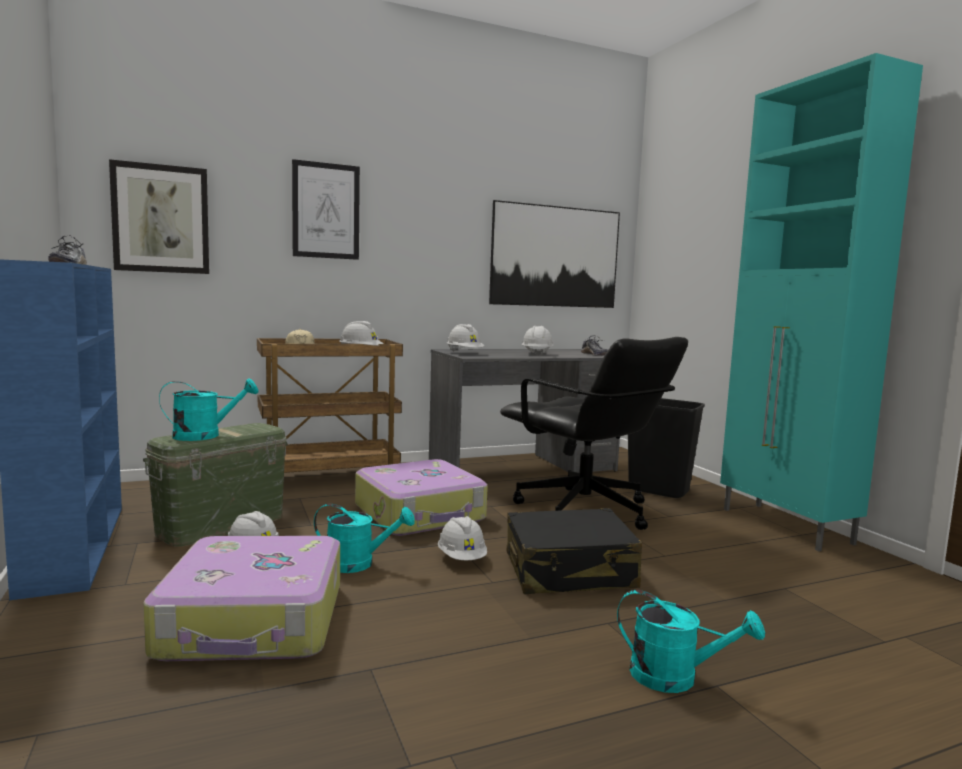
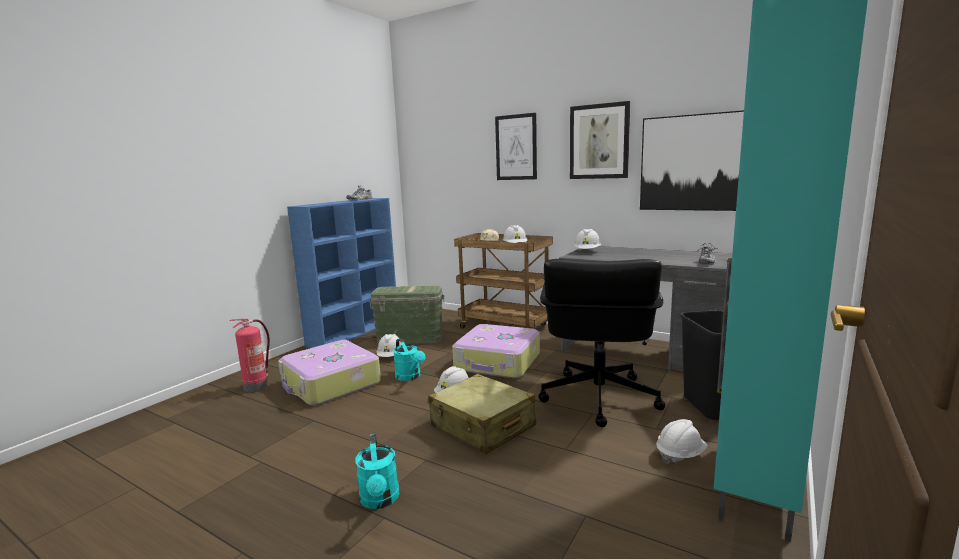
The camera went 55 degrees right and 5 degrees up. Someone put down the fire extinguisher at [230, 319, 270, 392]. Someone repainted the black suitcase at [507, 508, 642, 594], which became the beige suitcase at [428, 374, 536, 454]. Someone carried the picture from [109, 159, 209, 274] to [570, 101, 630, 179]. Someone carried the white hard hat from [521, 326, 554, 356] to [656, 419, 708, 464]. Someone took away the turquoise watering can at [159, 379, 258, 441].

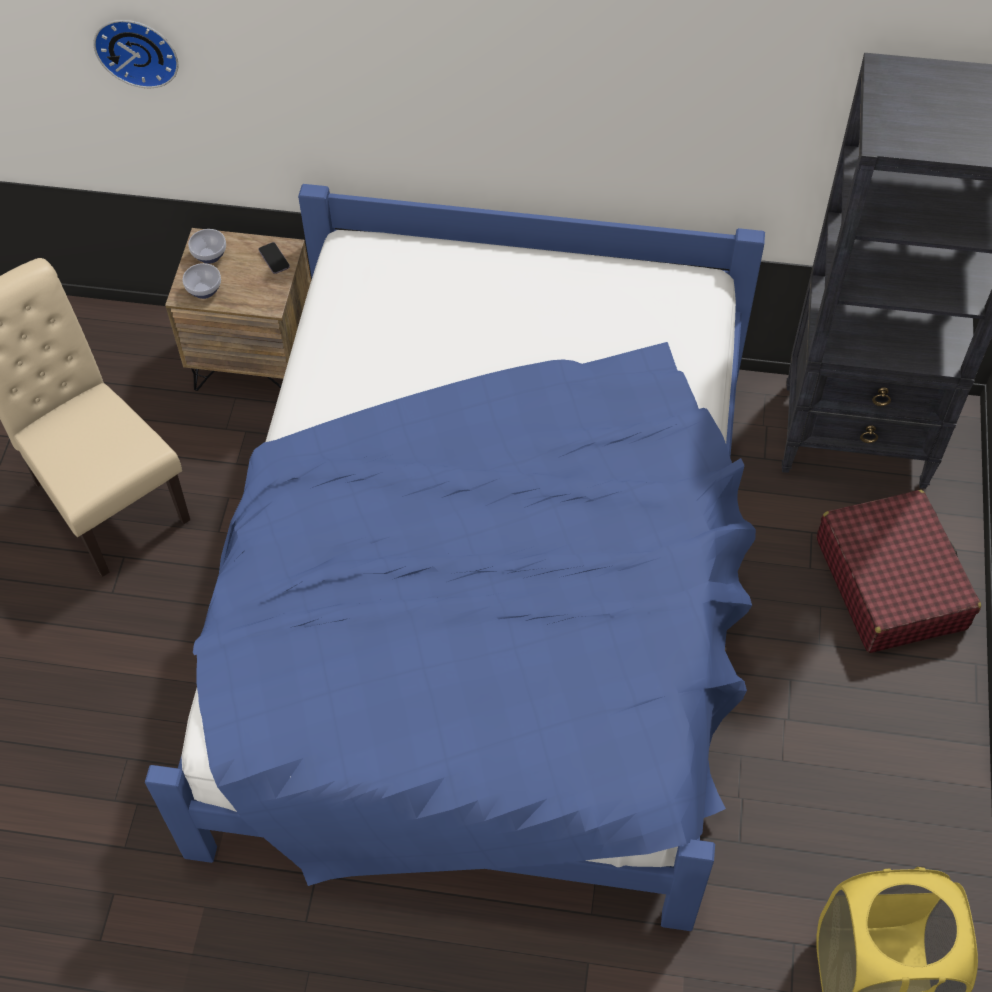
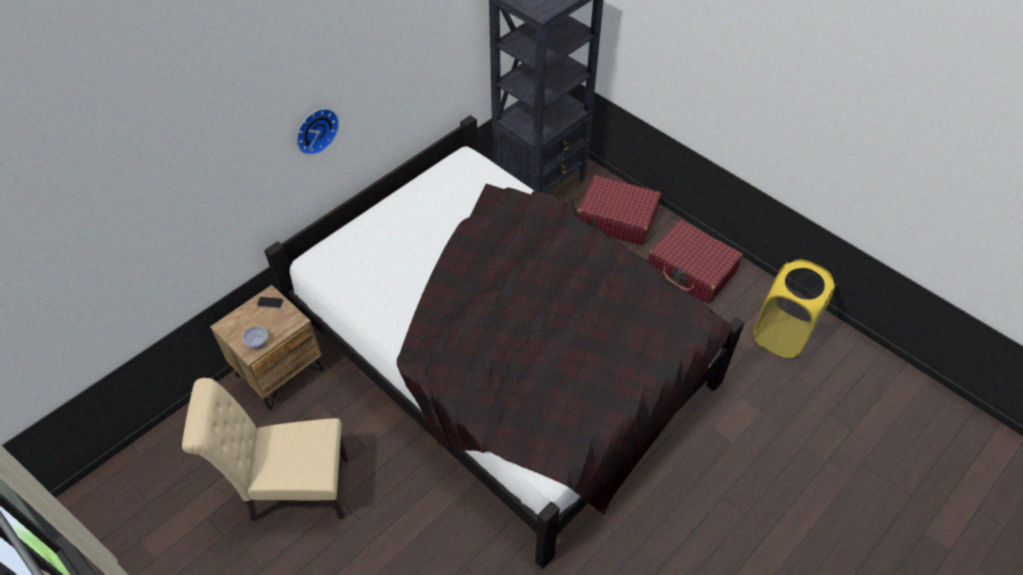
The camera went 55 degrees left and 5 degrees down. Someone repainted the blue bed at [145, 184, 765, 931], which became the black bed at [264, 115, 744, 569]. Someone carried the wall clock from [93, 20, 178, 88] to [296, 109, 339, 155]. Someone put down the red suitcase at [648, 220, 742, 304]. Someone took away the bowl at [188, 229, 226, 264].

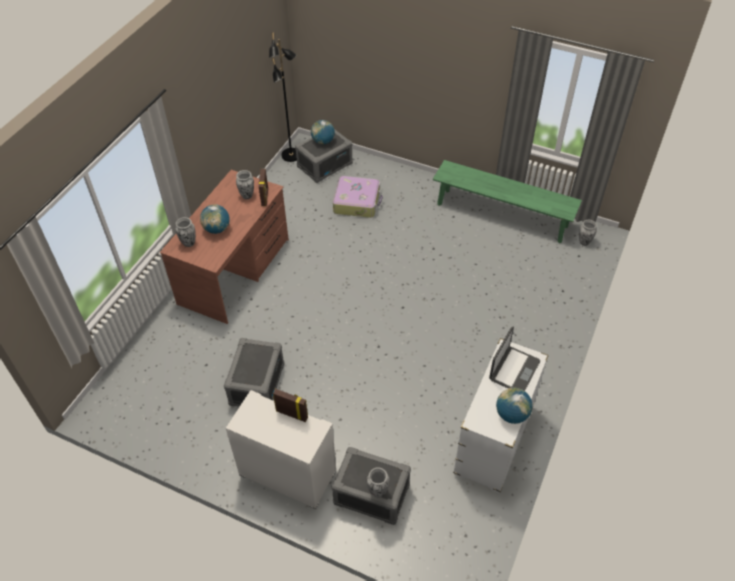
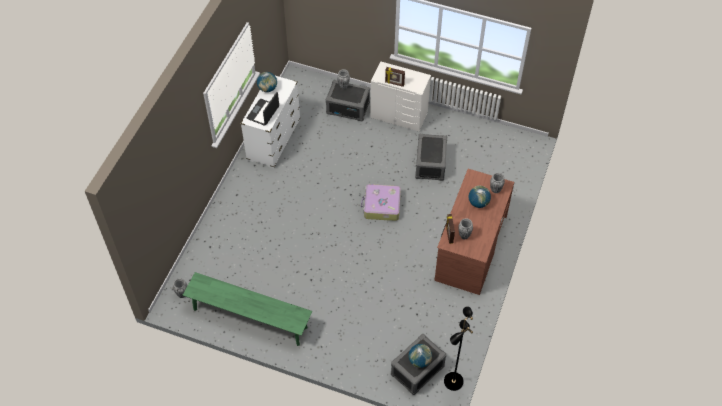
The camera went 175 degrees right and 5 degrees up. Someone carried the suitcase from [333, 176, 383, 218] to [361, 184, 401, 221].

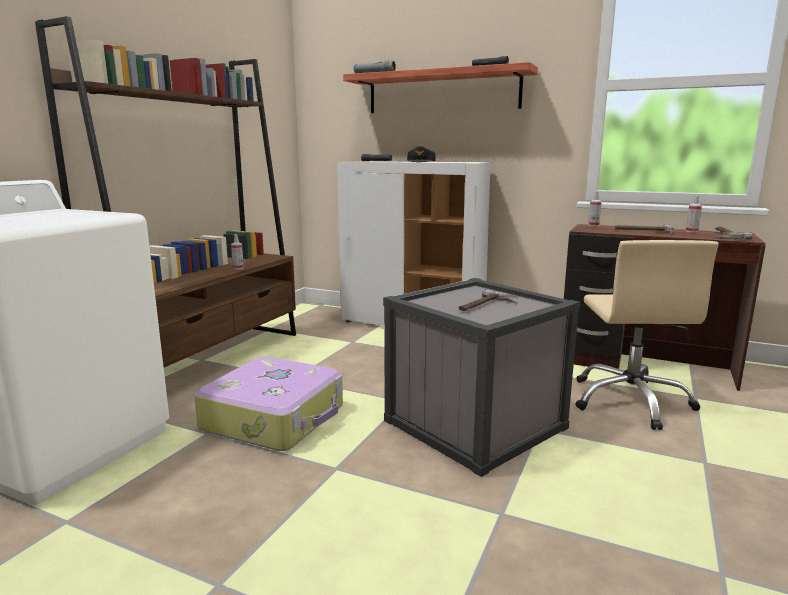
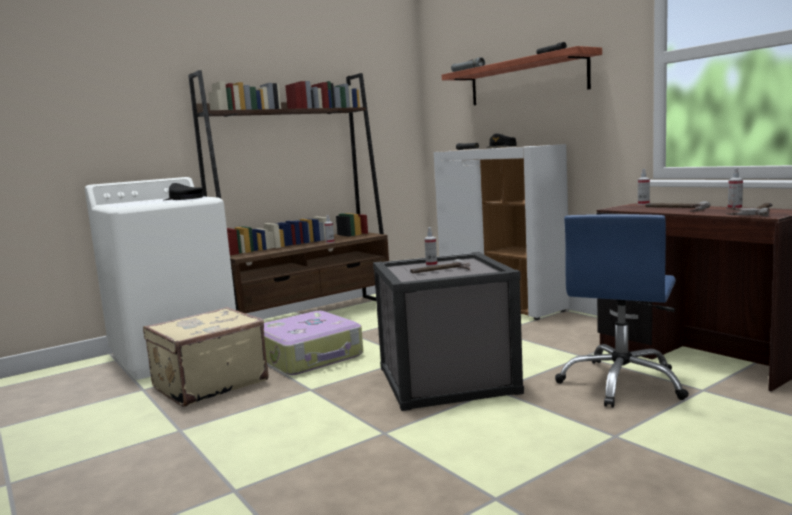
The camera went 30 degrees right and 5 degrees down. Someone put down the beige suitcase at [143, 307, 269, 407]. Someone put down the black cap at [165, 183, 203, 200]. Someone put down the spray bottle at [424, 227, 437, 266]. Someone repainted the beige office chair at [575, 240, 719, 430], which became the blue office chair at [555, 214, 689, 408].

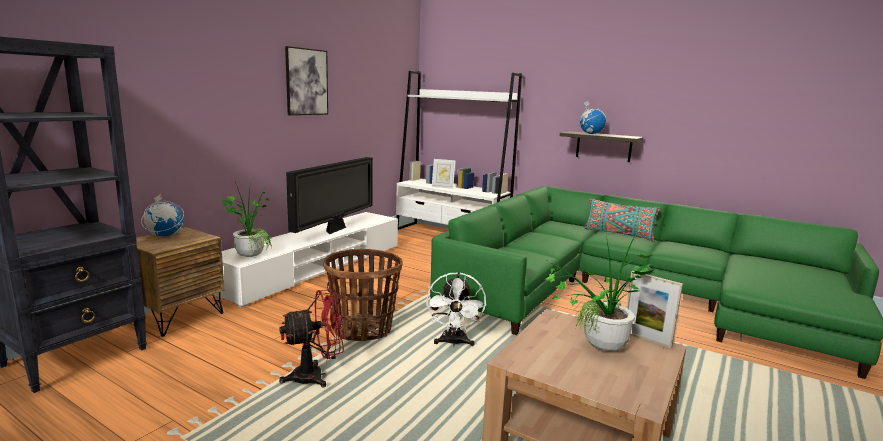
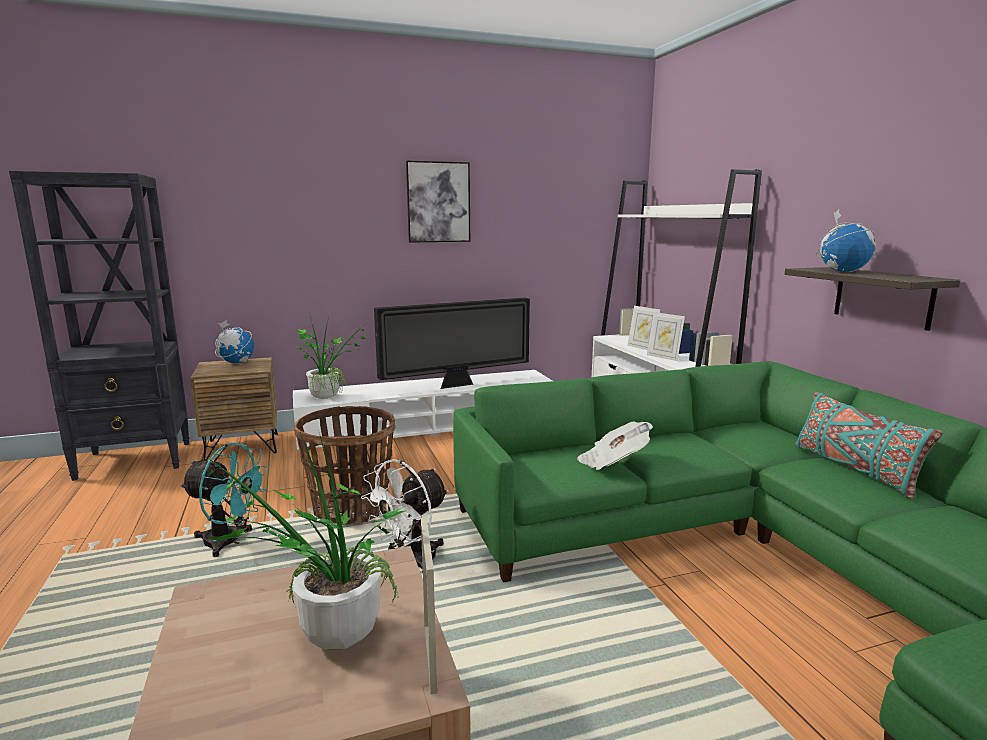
The camera went 40 degrees right and 0 degrees up. Someone repainted the red fan at [279, 289, 345, 388], which became the turquoise fan at [180, 443, 269, 557]. Someone put down the newspaper at [577, 422, 653, 470]. Someone put down the picture frame at [647, 312, 685, 361].

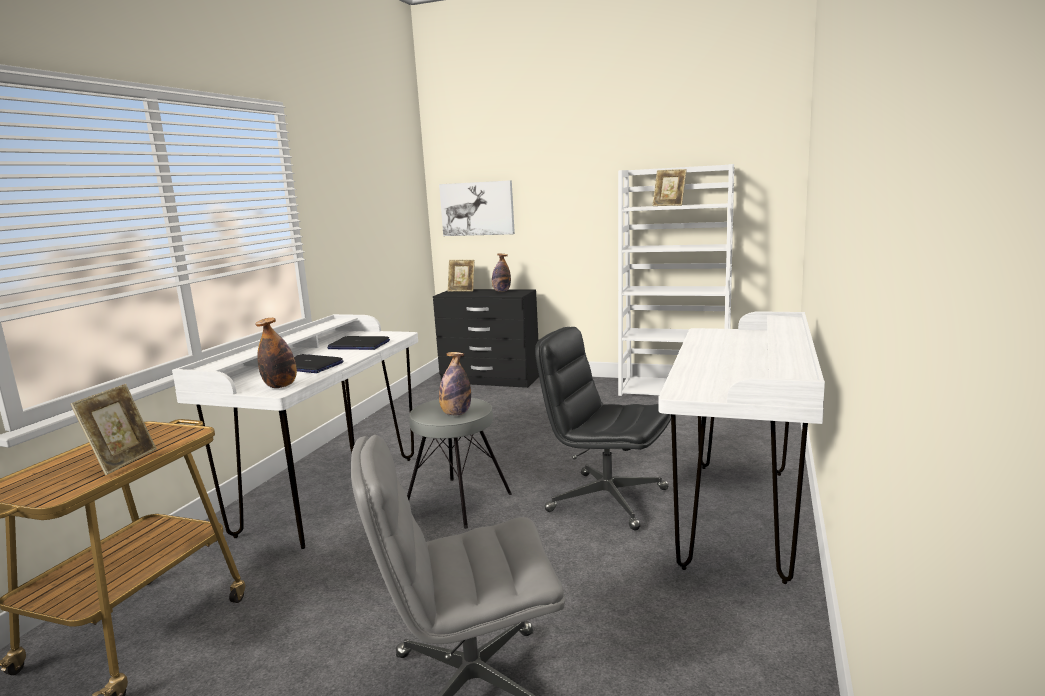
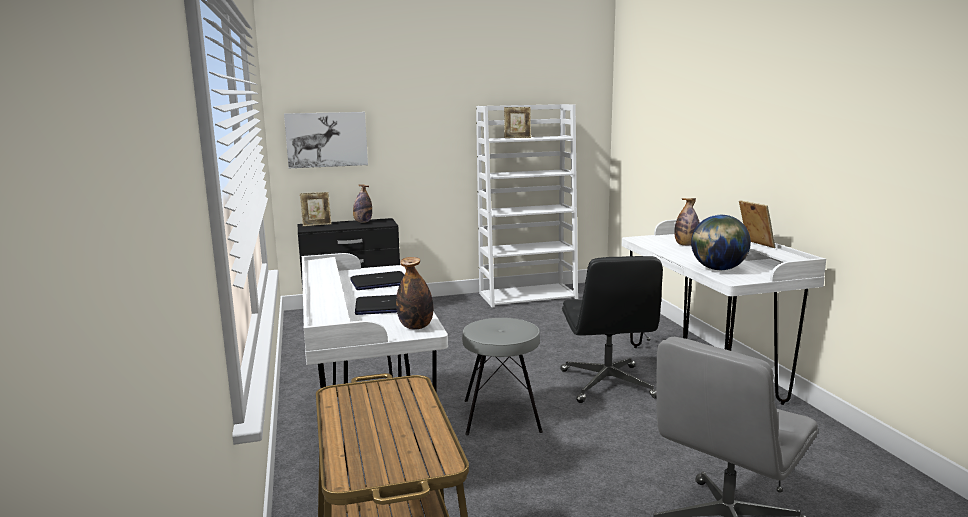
The camera went 35 degrees left and 0 degrees up. Someone rotated the black office chair at [535, 327, 671, 530] by 90 degrees counterclockwise. Someone carried the bottle from [439, 352, 471, 415] to [674, 198, 700, 246]. Someone put down the globe at [691, 215, 751, 270]. Someone carried the picture frame from [71, 384, 157, 475] to [739, 200, 775, 248].

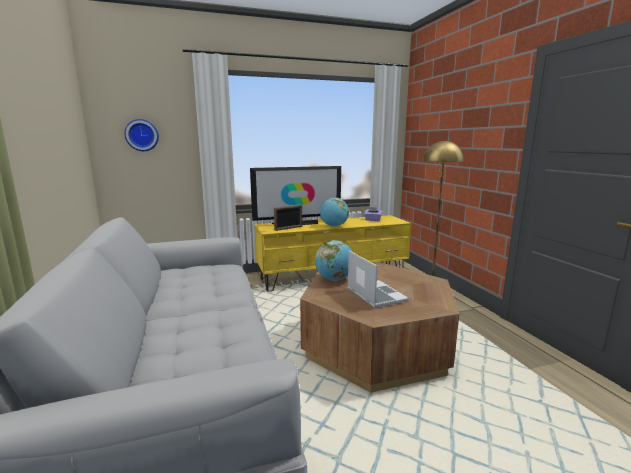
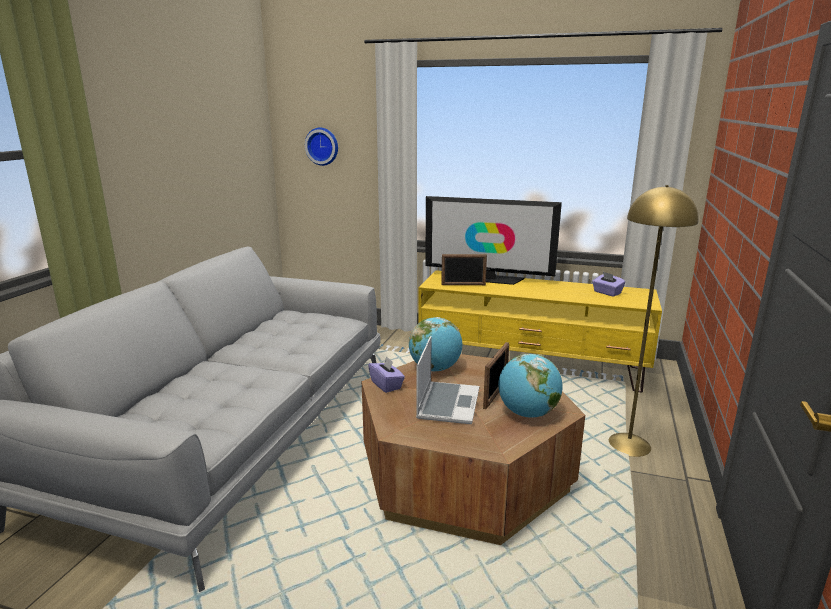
The camera went 35 degrees right and 5 degrees up. Someone put down the purple tissue box at [368, 356, 405, 393]. Someone put down the picture frame at [483, 342, 509, 409]. Someone carried the globe from [320, 198, 349, 227] to [498, 354, 562, 418].

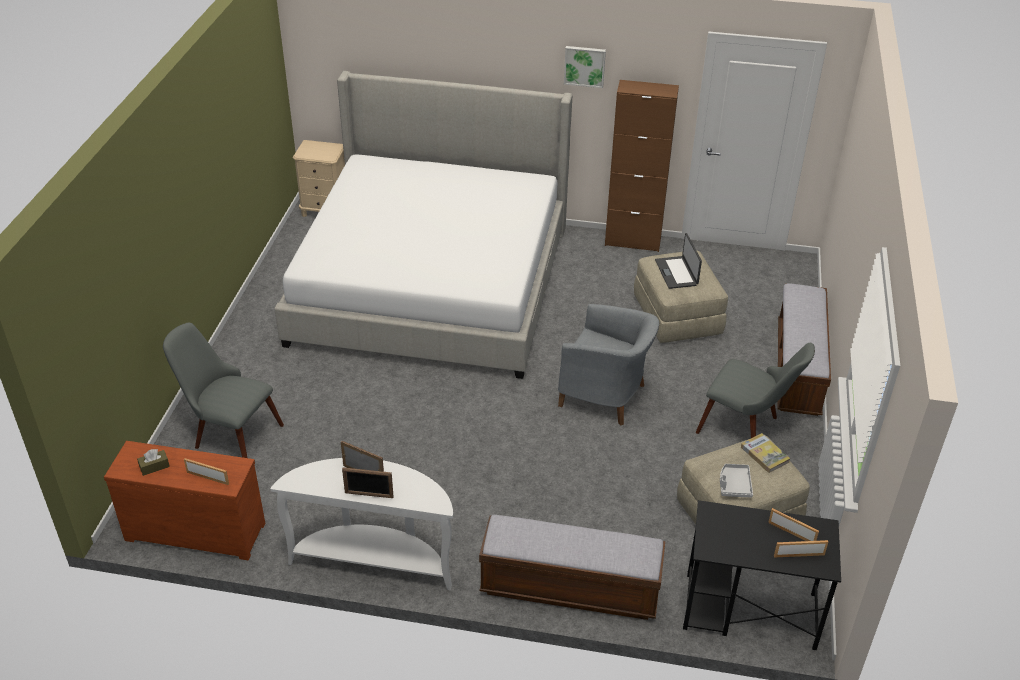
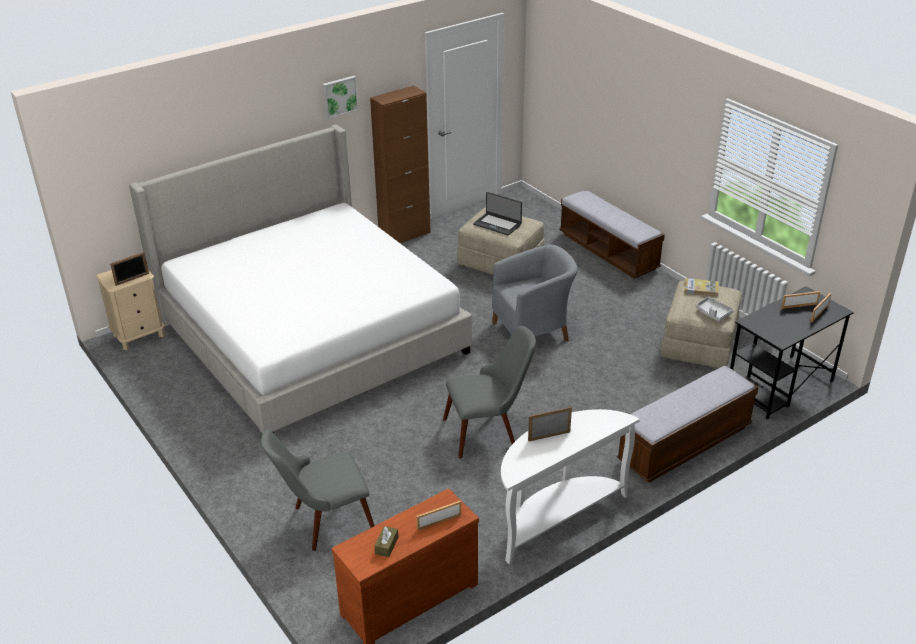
The camera went 45 degrees left and 5 degrees down. Someone carried the picture frame from [342, 467, 394, 498] to [110, 252, 149, 286]. Someone carried the grey chair from [696, 343, 815, 438] to [443, 326, 536, 459].

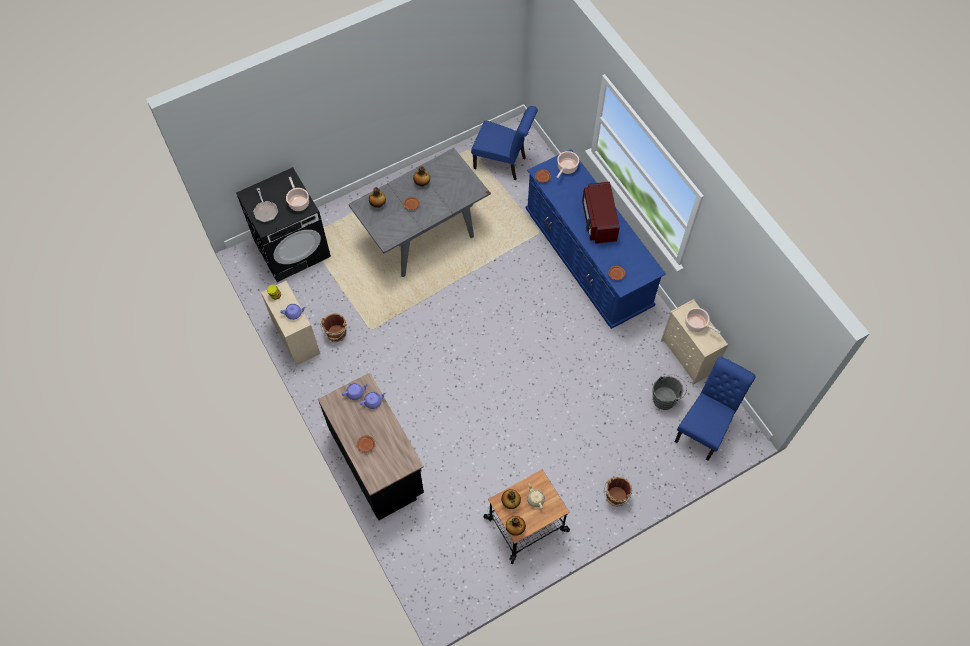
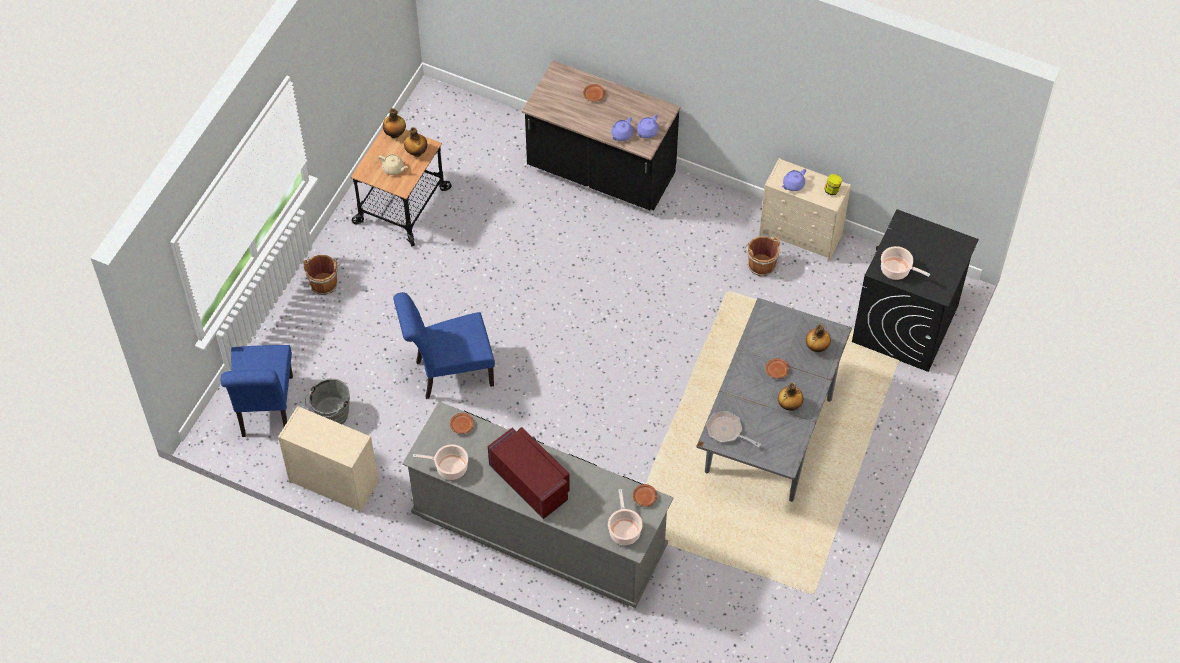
The camera went 145 degrees right and 5 degrees down. Someone carried the blue chair from [471, 106, 538, 180] to [393, 292, 495, 399]. Someone repainted the blue dresser at [526, 149, 666, 329], which became the grey dresser at [402, 401, 673, 608]. Someone carried the cooking pot from [685, 308, 720, 334] to [413, 444, 468, 480]. Someone carried the frying pan from [253, 188, 278, 222] to [706, 411, 761, 447].

